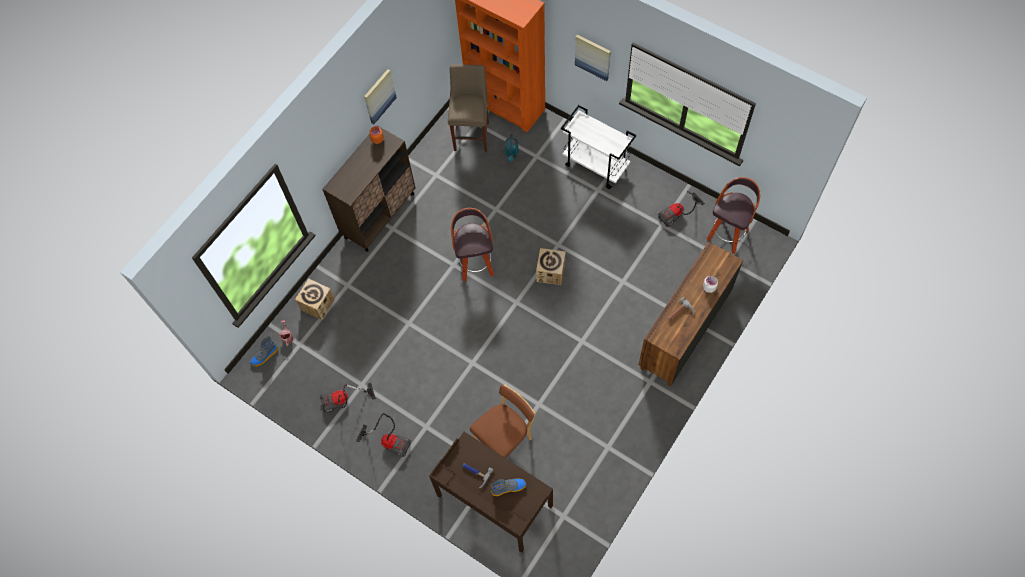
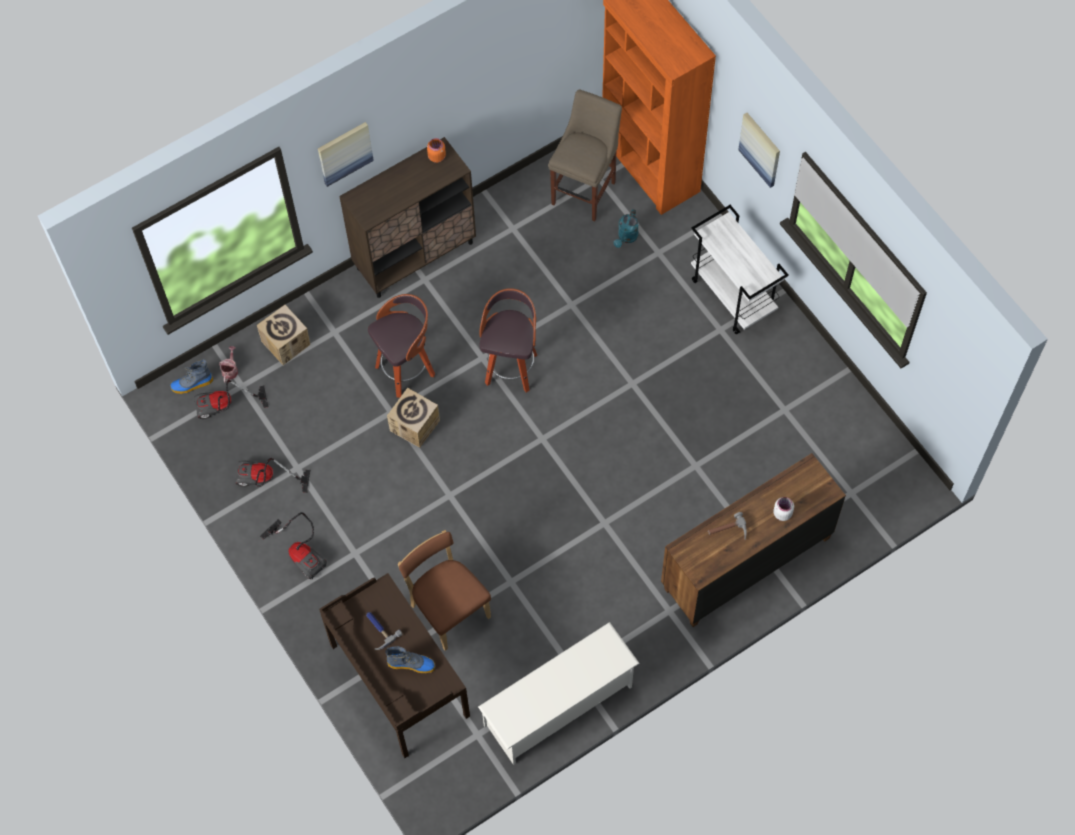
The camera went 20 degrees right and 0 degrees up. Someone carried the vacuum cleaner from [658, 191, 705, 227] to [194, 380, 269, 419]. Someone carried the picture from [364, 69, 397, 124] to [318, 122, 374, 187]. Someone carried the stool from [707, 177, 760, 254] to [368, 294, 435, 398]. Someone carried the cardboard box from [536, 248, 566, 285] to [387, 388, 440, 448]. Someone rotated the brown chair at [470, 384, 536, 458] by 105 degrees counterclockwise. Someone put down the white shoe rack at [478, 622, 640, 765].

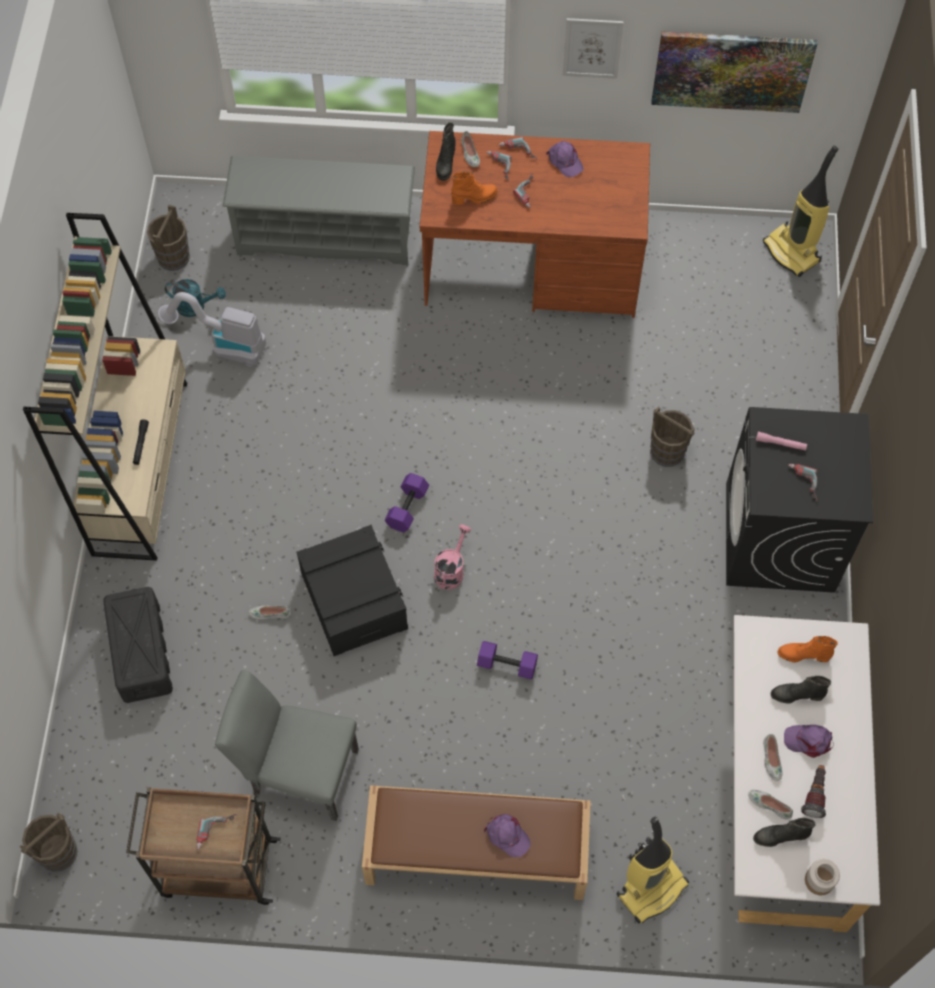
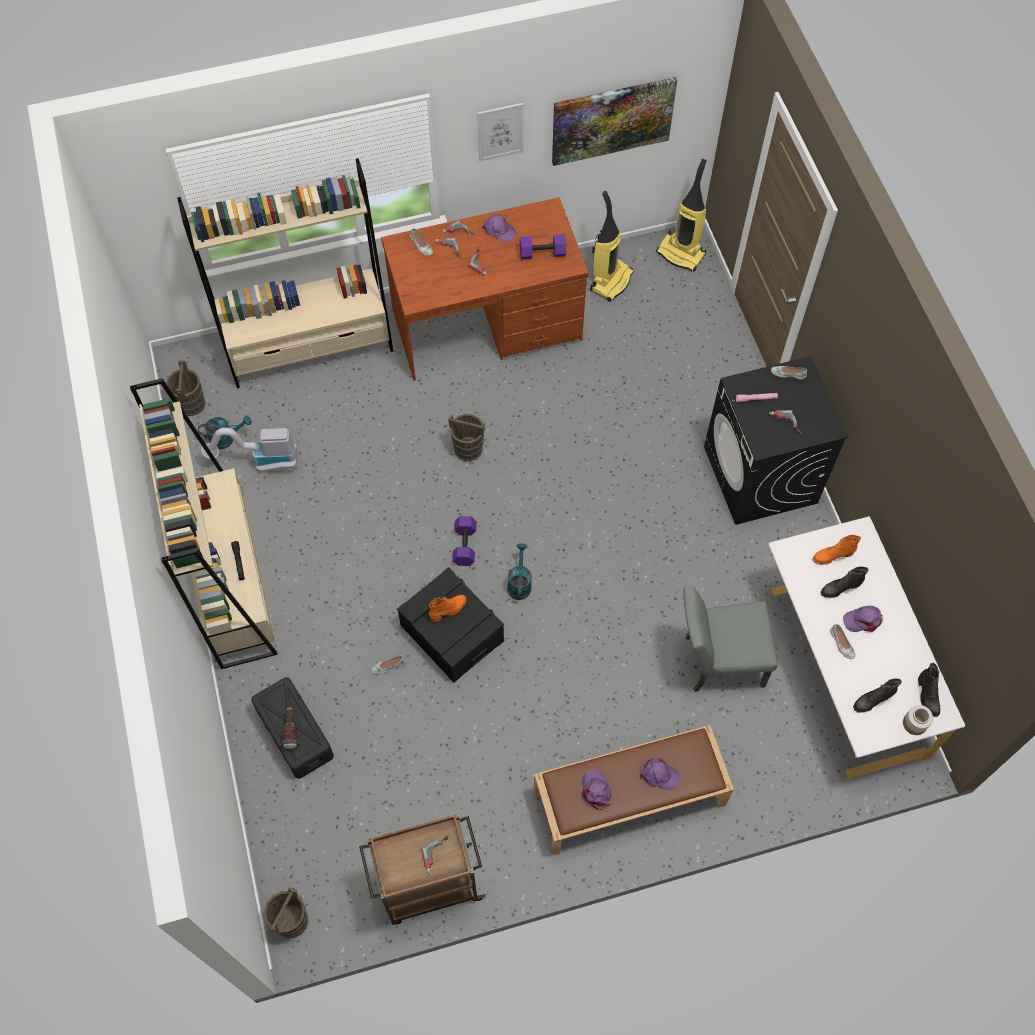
The camera went 20 degrees left and 0 degrees up. Someone swapped the grey shoe rack at [222, 156, 415, 265] for the beige bookcase at [177, 159, 394, 388]. Someone carried the flashlight from [801, 765, 826, 818] to [280, 707, 300, 749]. Someone carried the orange boot from [451, 171, 498, 205] to [429, 595, 466, 622]. Someone carried the brown bucket from [650, 406, 695, 467] to [448, 414, 486, 461]. Someone repainted the pink watering can at [434, 524, 471, 590], which became the turquoise watering can at [507, 543, 532, 600]. Someone carried the purple dumbbell from [477, 641, 538, 679] to [520, 234, 566, 259]. Someone put down the purple cap at [582, 769, 611, 810]. Someone carried the vacuum cleaner from [617, 817, 689, 924] to [590, 191, 634, 302]. Someone carried the grey chair from [215, 670, 359, 821] to [684, 586, 778, 692]. Someone carried the white shoe from [748, 790, 793, 820] to [771, 366, 807, 380]. Someone carried the black boot from [436, 122, 456, 181] to [918, 663, 940, 717].

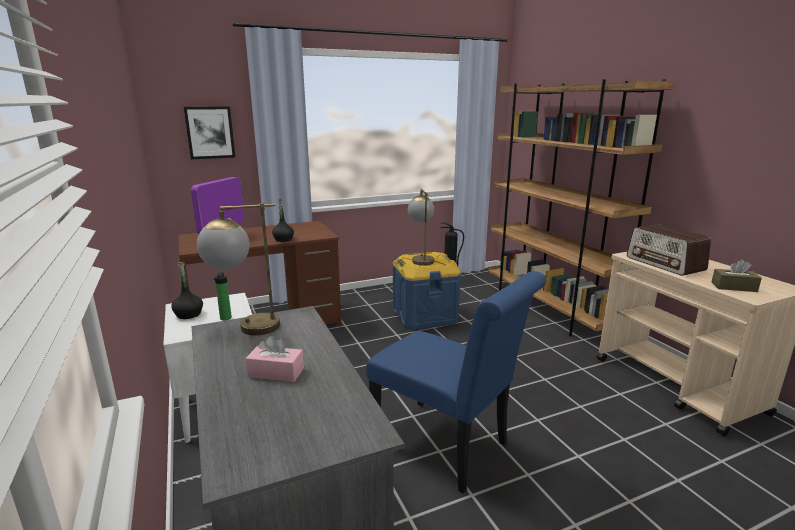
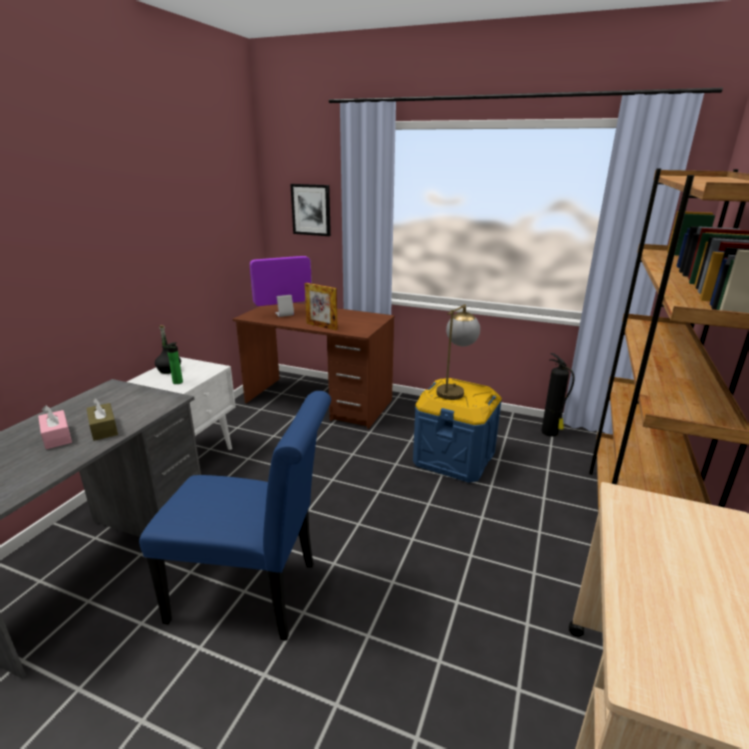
The camera went 45 degrees right and 5 degrees up. Someone carried the brown tissue box from [711, 259, 762, 292] to [86, 398, 118, 441]. Someone rotated the blue chair at [366, 271, 546, 494] by 75 degrees counterclockwise. Someone swapped the black bottle at [272, 199, 294, 242] for the picture frame at [305, 283, 338, 331]. Someone took away the table lamp at [197, 203, 280, 335]. Someone took away the radio at [627, 224, 711, 276].

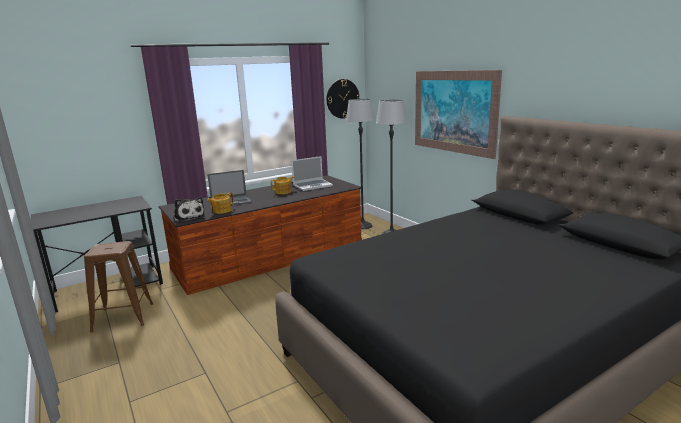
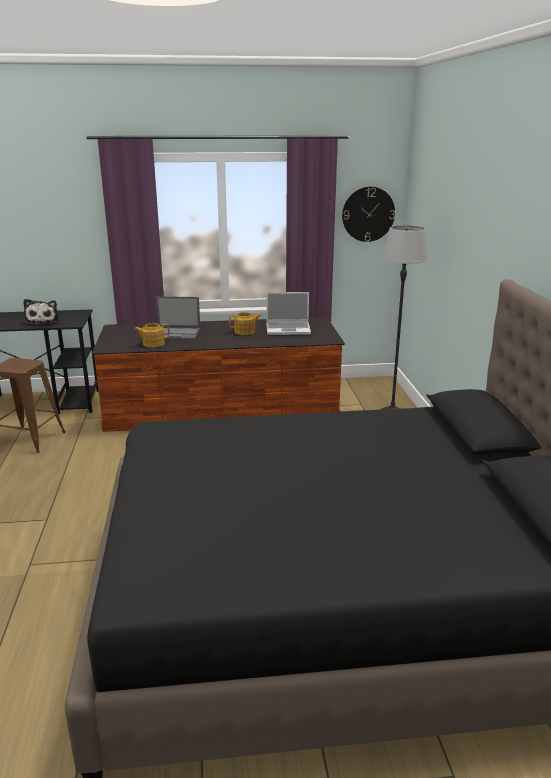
The camera went 25 degrees right and 5 degrees up. Someone carried the plush toy from [173, 197, 205, 223] to [23, 299, 59, 325]. Someone took away the floor lamp at [346, 99, 375, 229]. Someone took away the picture at [415, 70, 502, 159].

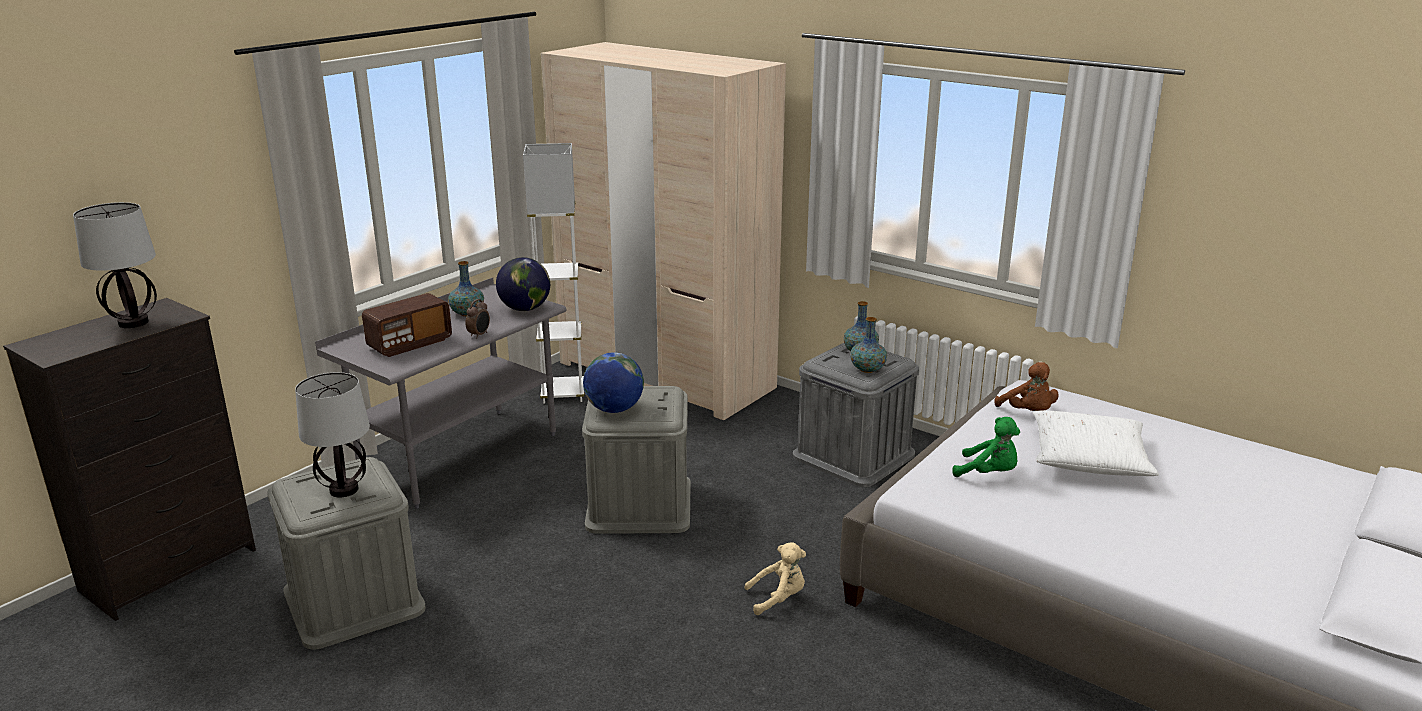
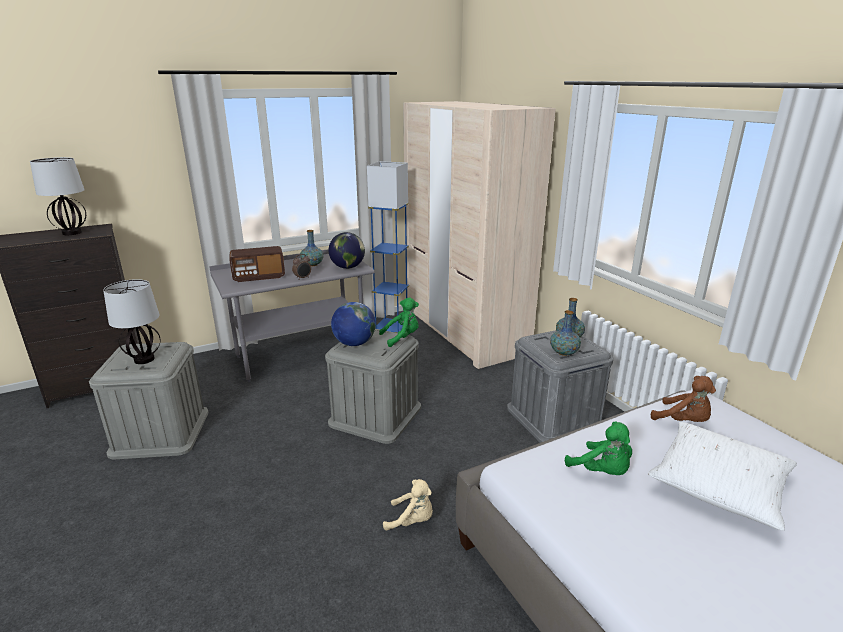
The camera went 25 degrees right and 0 degrees up. Someone repainted the white floor lamp at [523, 143, 584, 404], which became the blue floor lamp at [367, 161, 409, 333]. Someone put down the green plush toy at [379, 298, 419, 347]. Someone rotated the brown plush toy at [994, 362, 1059, 411] by 45 degrees counterclockwise.

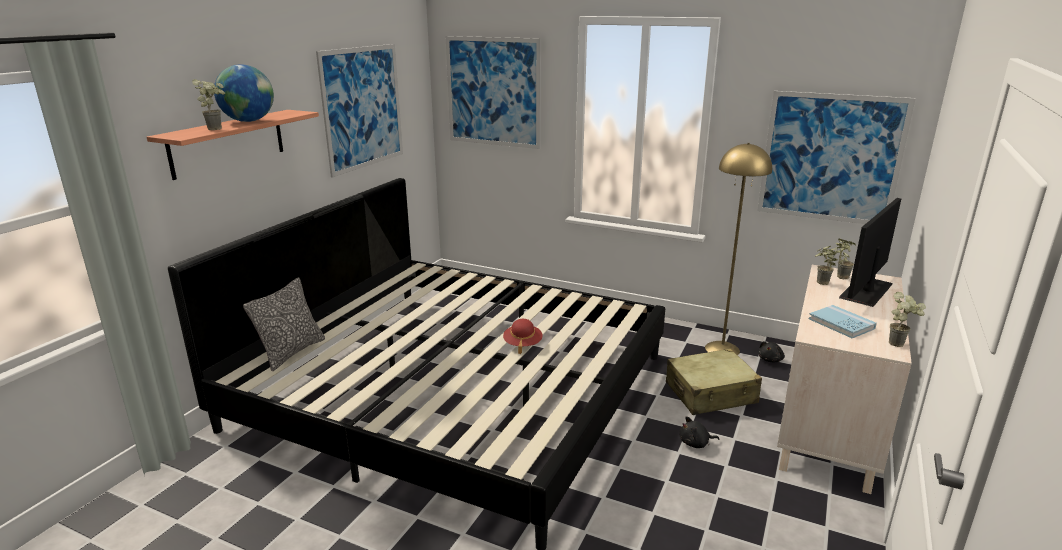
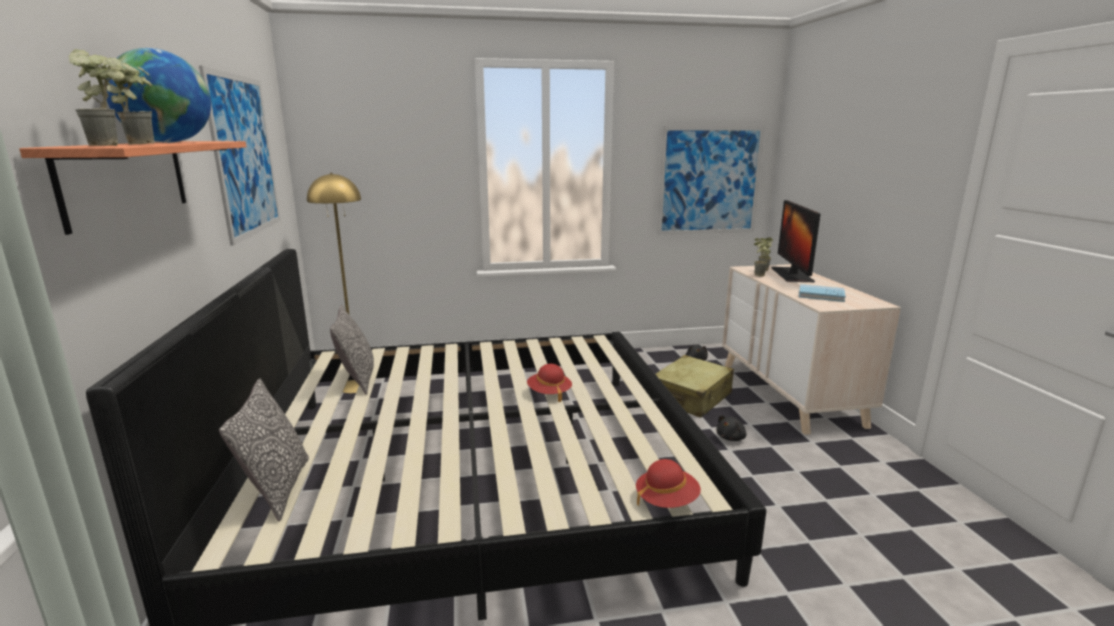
The camera went 35 degrees left and 5 degrees down. Someone carried the potted plant from [889, 292, 926, 347] to [69, 49, 125, 146]. Someone carried the yellow floor lamp from [705, 143, 772, 355] to [307, 173, 361, 393]. Someone put down the pillow at [330, 305, 374, 395]. Someone put down the red hat at [636, 459, 701, 508]. Someone took away the picture at [446, 36, 541, 149].

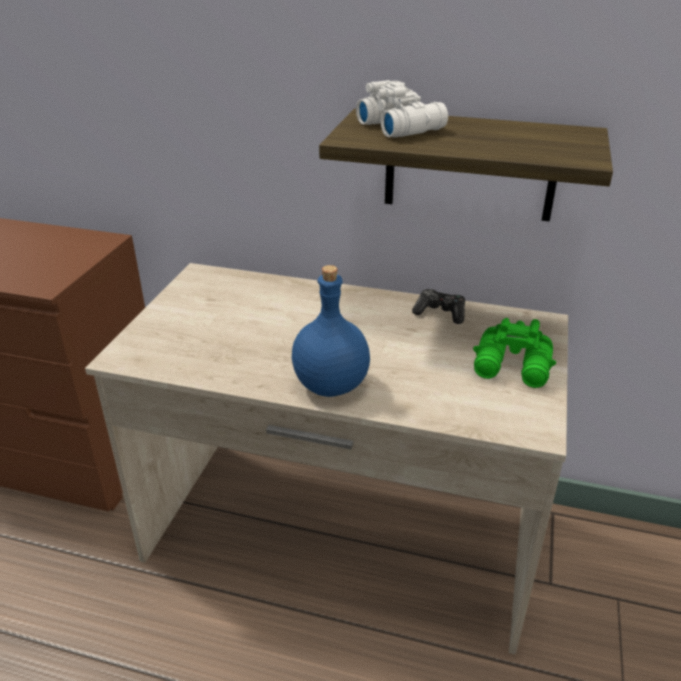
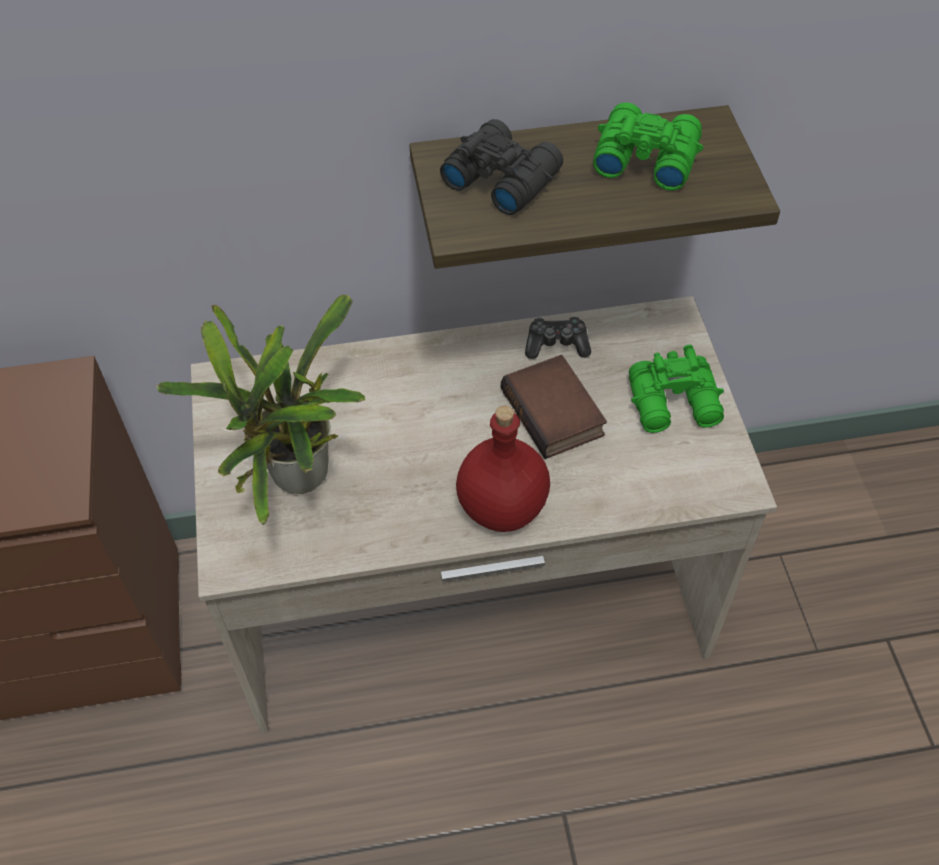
The camera went 25 degrees left and 20 degrees up. Someone put down the potted plant at [156, 295, 365, 526]. Someone repainted the white binoculars at [356, 80, 448, 138], which became the black binoculars at [440, 119, 563, 215]. Someone repainted the blue bottle at [292, 265, 370, 397], which became the red bottle at [456, 406, 550, 532]. Someone put down the book at [501, 355, 607, 459]. Someone put down the green binoculars at [593, 103, 704, 191].

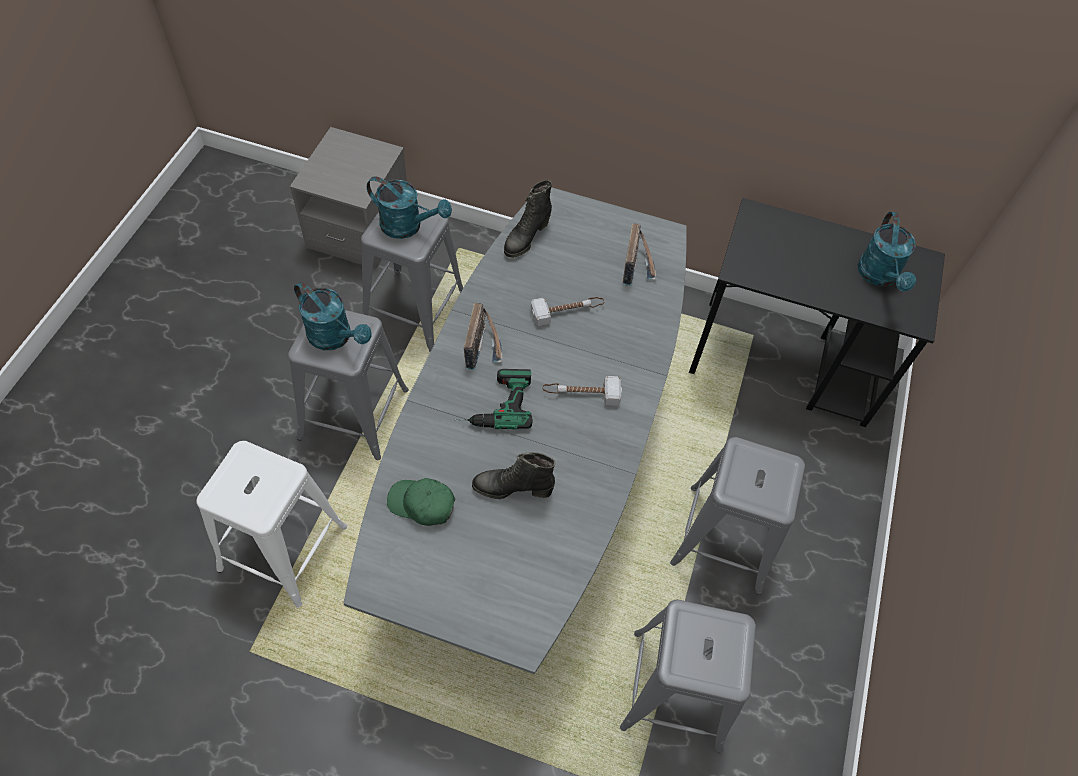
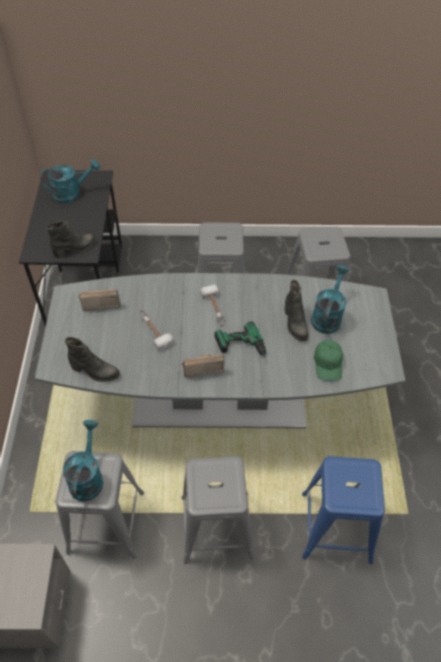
The camera went 105 degrees left and 5 degrees down. Someone put down the black boot at [46, 221, 96, 258]. Someone repainted the white stool at [196, 441, 347, 608], which became the blue stool at [302, 456, 385, 564]. Someone carried the turquoise watering can from [294, 282, 372, 350] to [311, 265, 349, 334].

